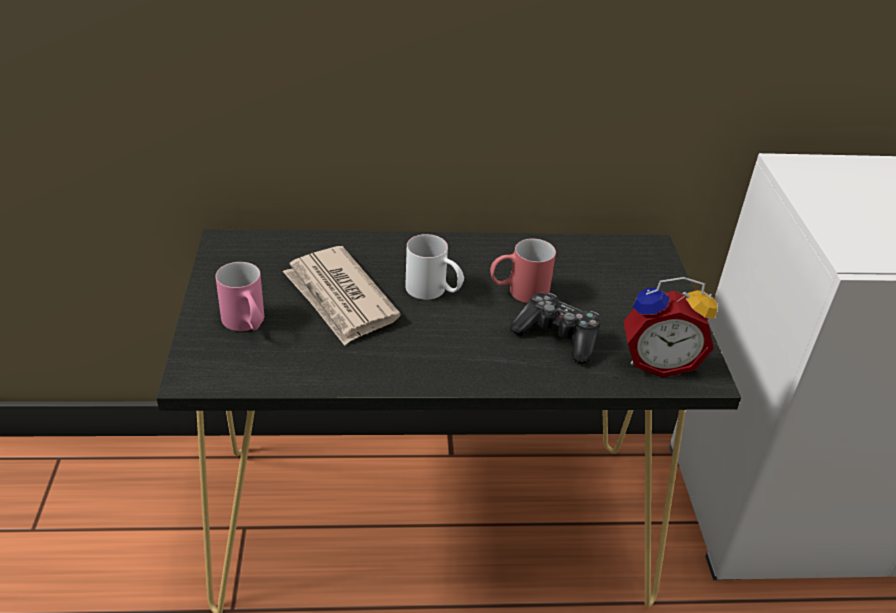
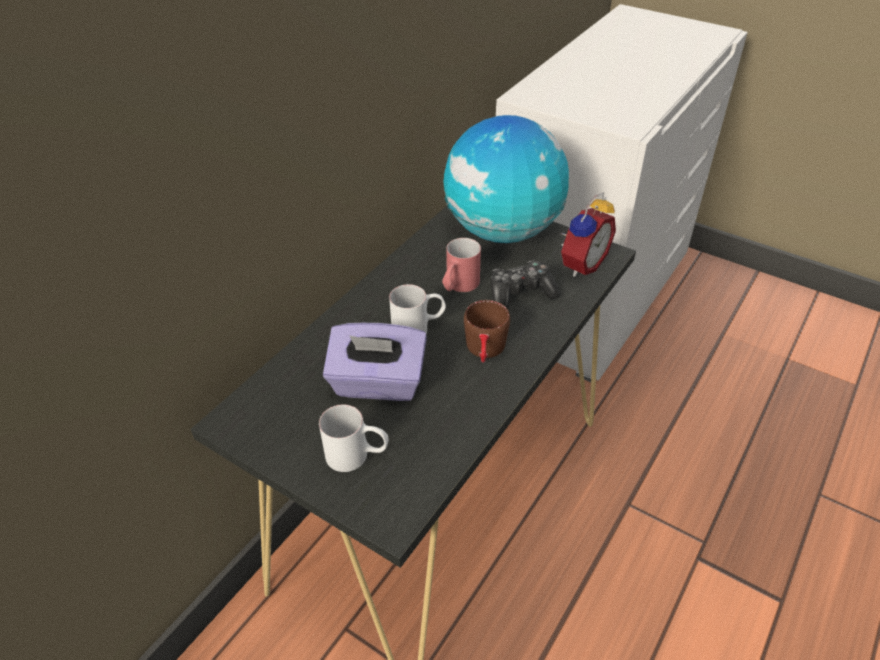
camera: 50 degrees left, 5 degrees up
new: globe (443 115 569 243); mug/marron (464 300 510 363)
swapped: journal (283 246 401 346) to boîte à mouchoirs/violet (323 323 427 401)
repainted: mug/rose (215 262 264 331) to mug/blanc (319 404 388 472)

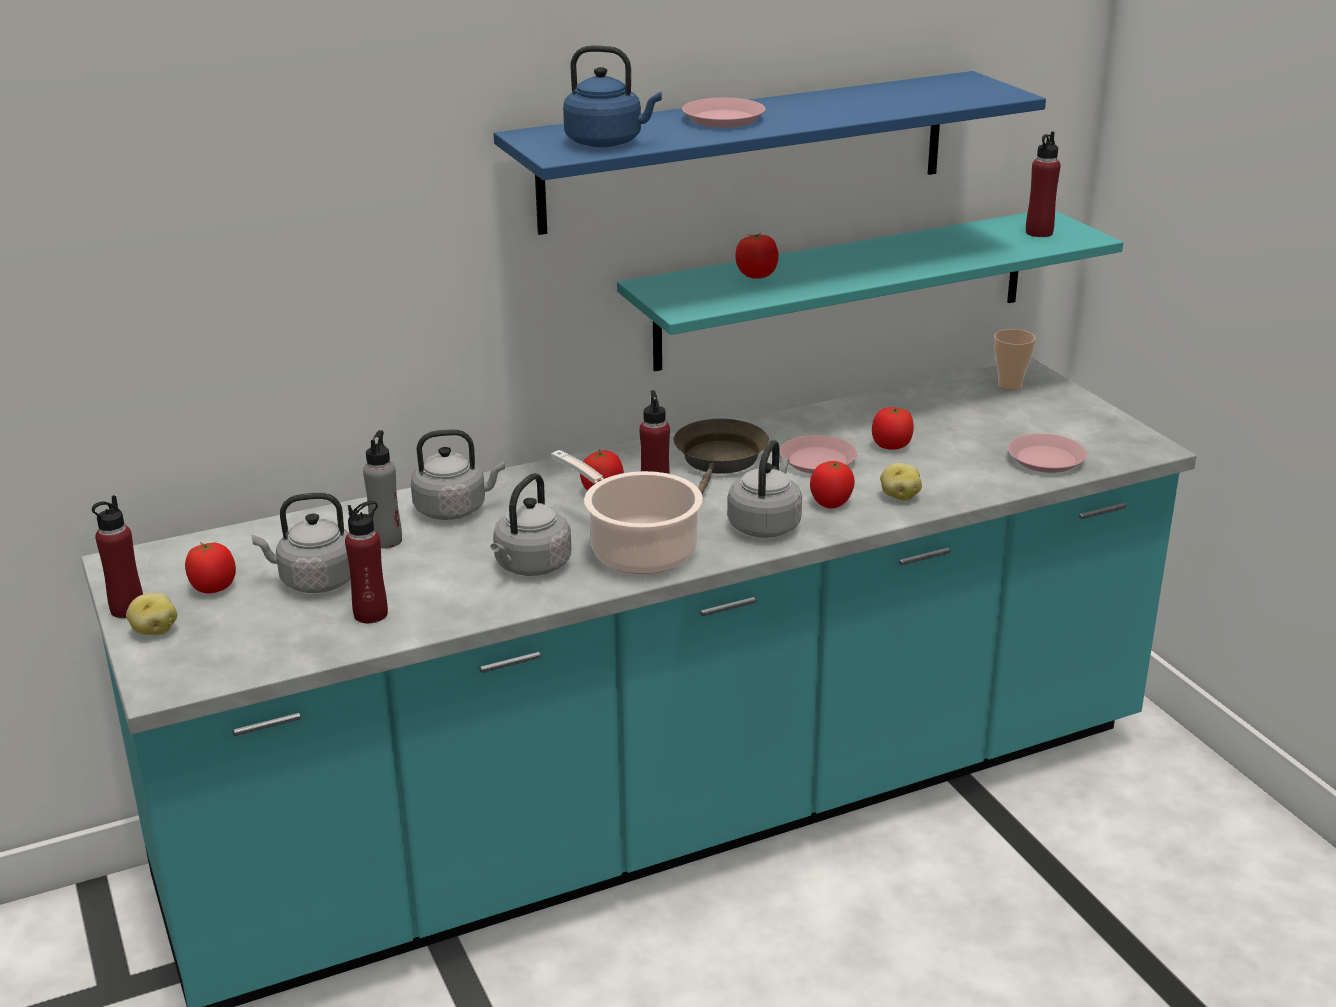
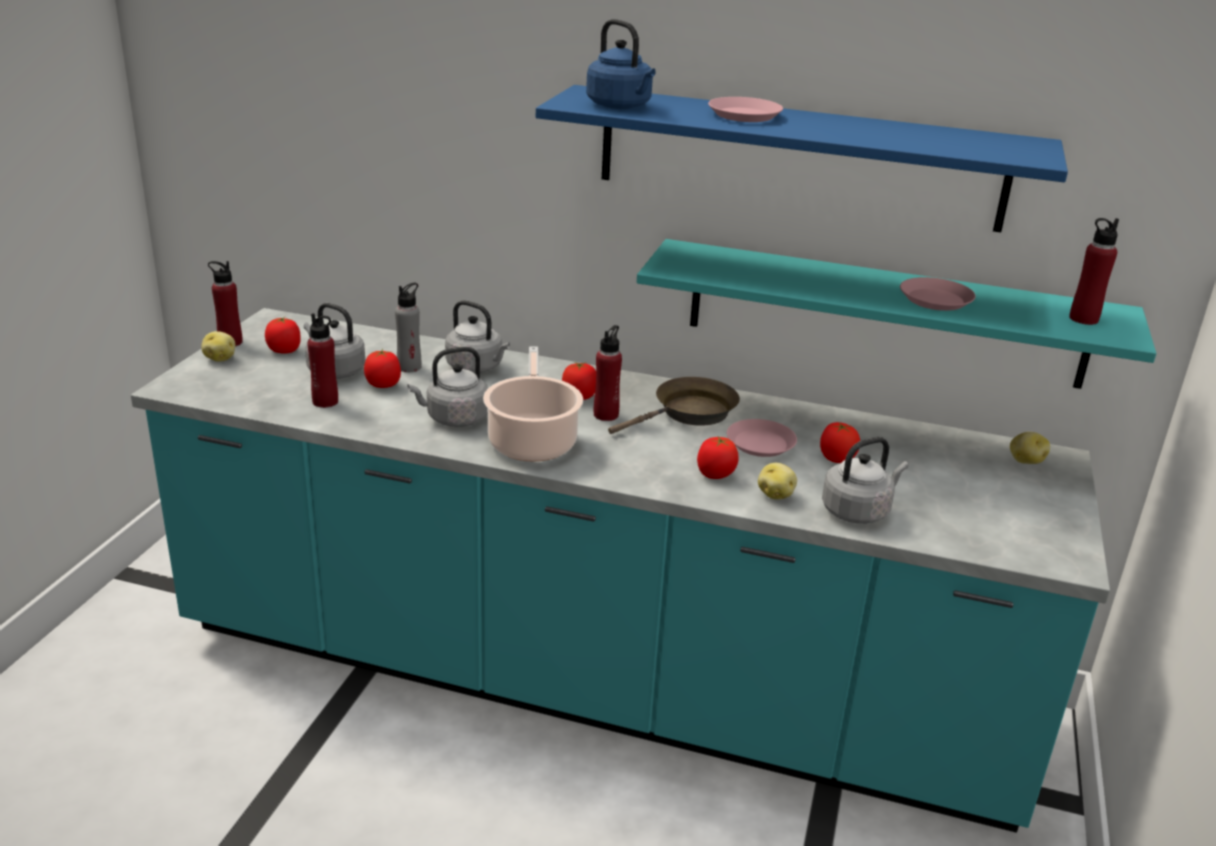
camera: 40 degrees right, 0 degrees up
shifted: tomate (736 233 779 279) to (364 349 401 388); bouilloire/gris (727 440 802 538) to (822 437 909 524); assiette/rose (1008 434 1087 473) to (900 277 976 311)
swapped: tasse (994 329 1036 390) to pomme de terre (1010 432 1050 464)

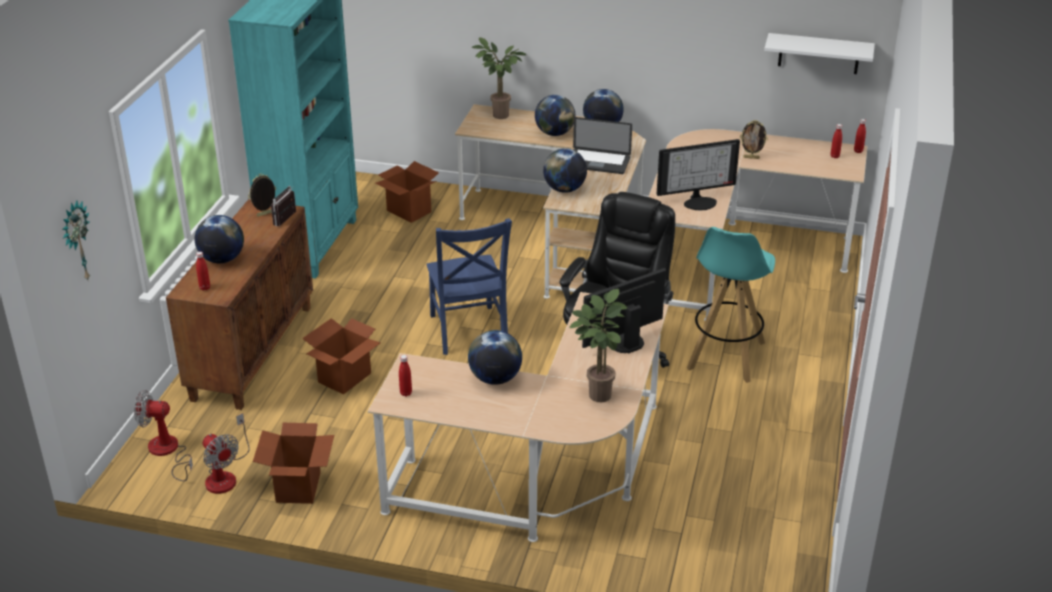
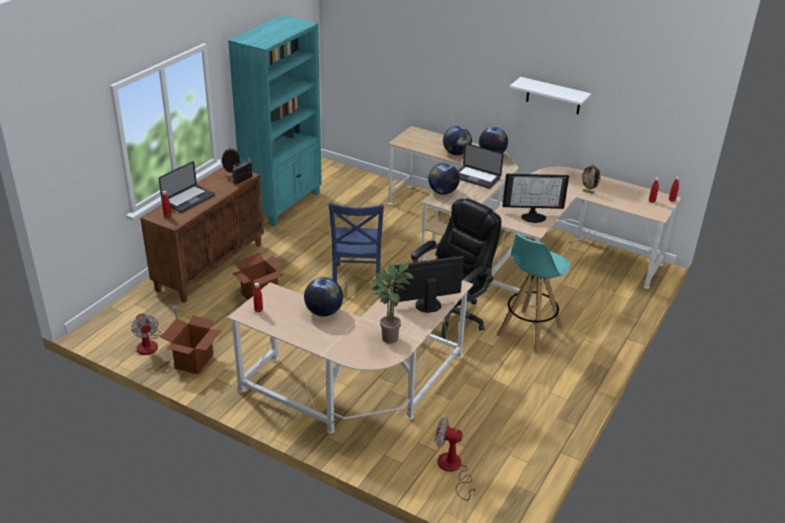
camera: 15 degrees right, 0 degrees up
gone: horloge murale (62 201 90 280); carton (375 161 439 223); plante en pot (471 37 526 119)
shifted: ventilateur (134 390 193 481) to (435 417 477 501); étagère/blanc (764 33 875 74) to (510 77 591 114)
swapped: globe (195 215 244 263) to ordinateur portable (159 161 215 213)

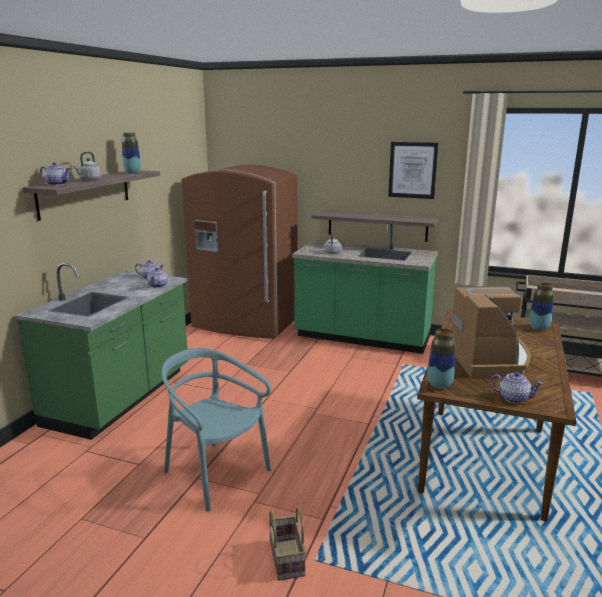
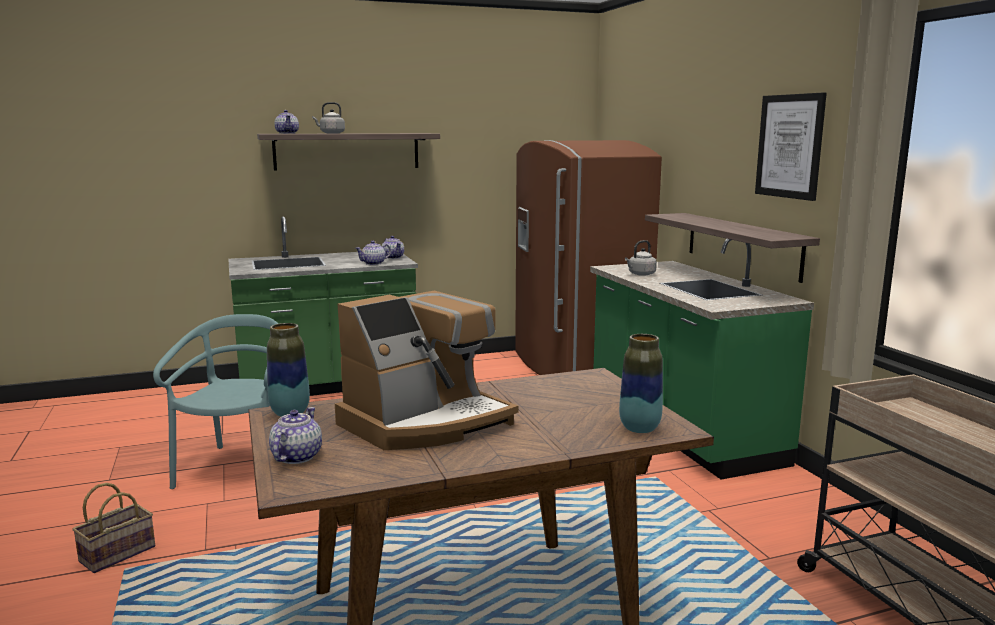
camera: 50 degrees right, 5 degrees down
gone: vase (122 132 141 173)
rotated: théière (489 372 543 403) = (269 407 322 464) 150 degrees counterclockwise

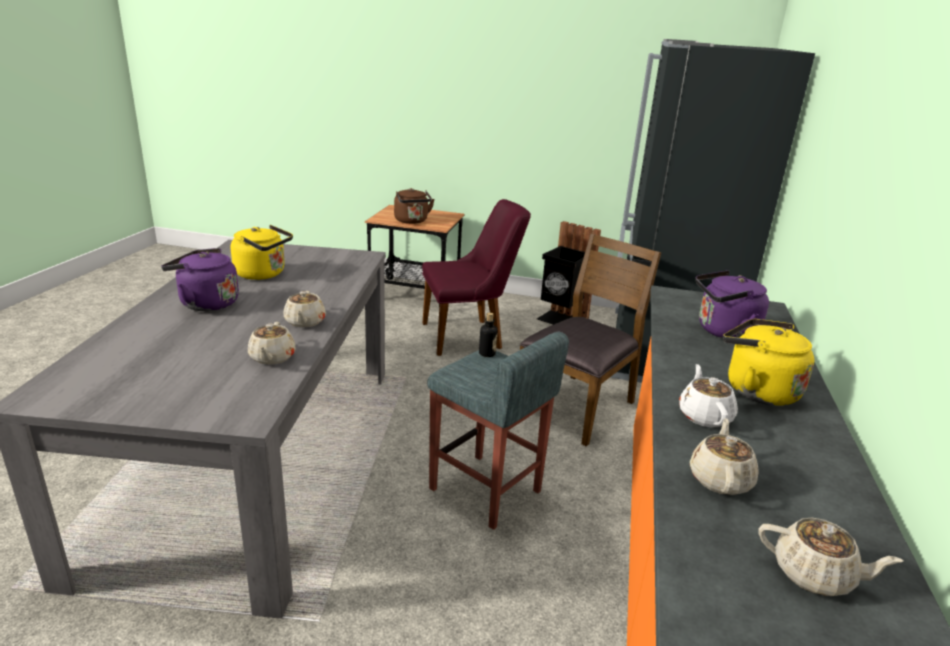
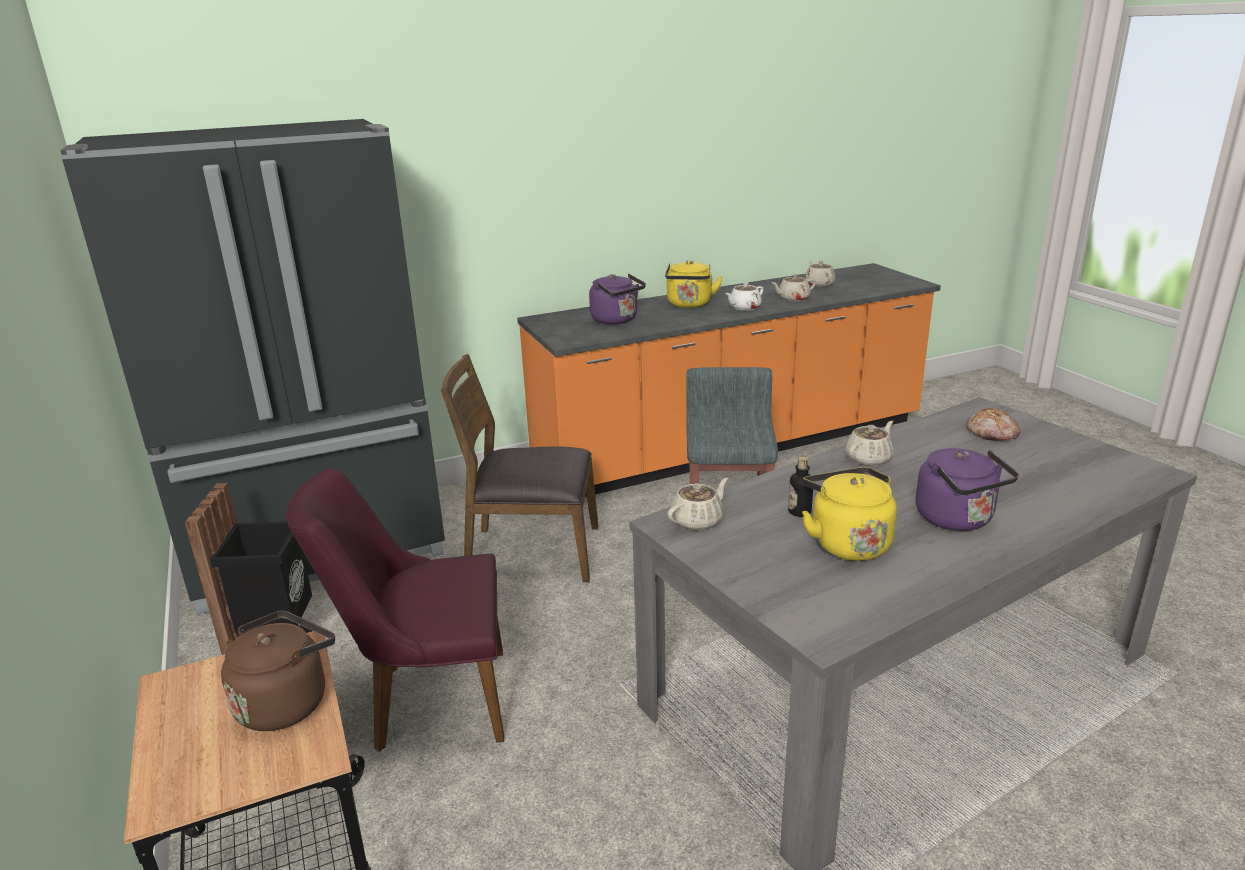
camera: 125 degrees left, 0 degrees up
new: pain (966 407 1020 441)
shifted: théière/beige (248 322 296 365) to (667 478 728 530); bouteille (479 312 498 357) to (788 457 813 517)
rotated: chaise/violet (422 199 531 356) = (286 468 504 752) 45 degrees counterclockwise

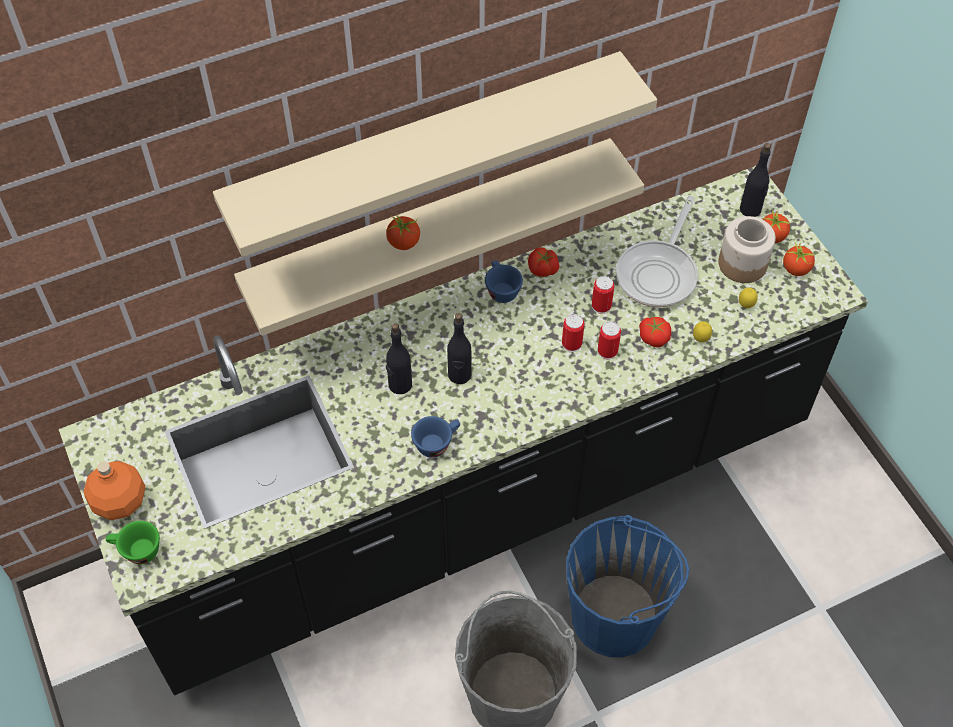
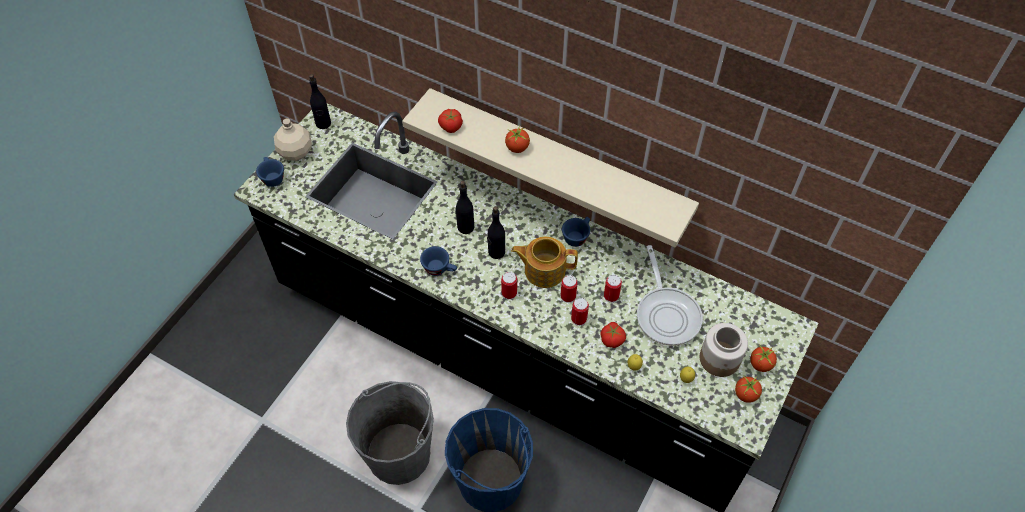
camera: 55 degrees right, 0 degrees up
gone: étagère/beige (213 51 657 257)
new: boîte métallique (501 272 517 300); théière (511 237 578 288)
shifted: bouteille/noir (740 143 771 217) to (309 74 331 129); tomate (528 248 560 277) to (438 109 463 133)
repainted: tasse/vert (106 521 160 564) to tasse/bleu (256 157 284 187); bouteille/orange (84 461 145 520) to bouteille/beige (274 118 312 161)
rotated: poêle (616 196 698 308) = (637 245 703 346) 90 degrees counterclockwise

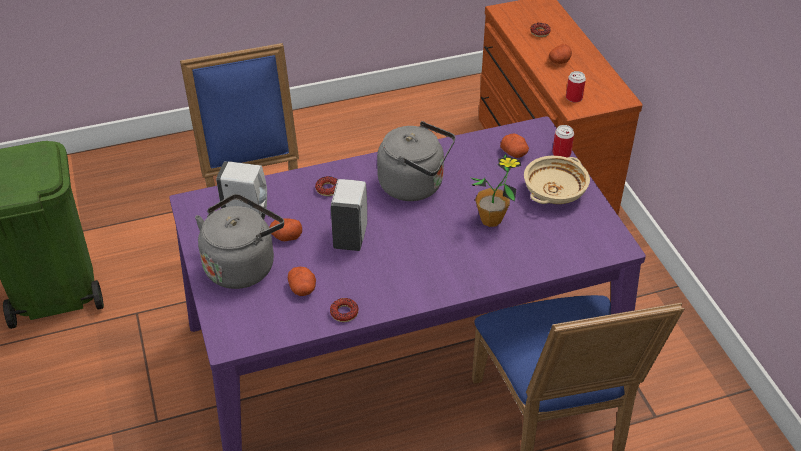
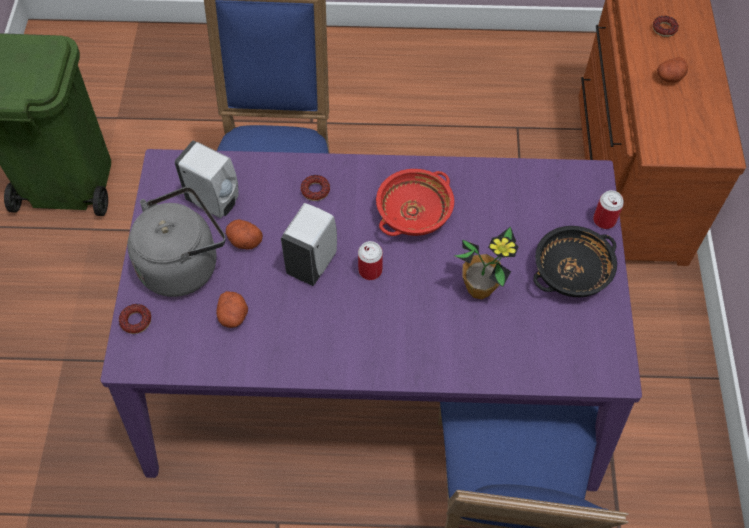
camera: 20 degrees right, 15 degrees up
gone: pomme de terre (500 134 529 158)
shifted: beignet (330 298 359 322) to (119 304 151 334); boîte métallique (566 71 586 102) to (358 241 383 280)
swapped: bouilloire/gris (377 121 455 201) to bol/rouge (376 169 454 236)
repainted: bol/beige (524 156 590 204) to bol/noir (533 226 617 297)

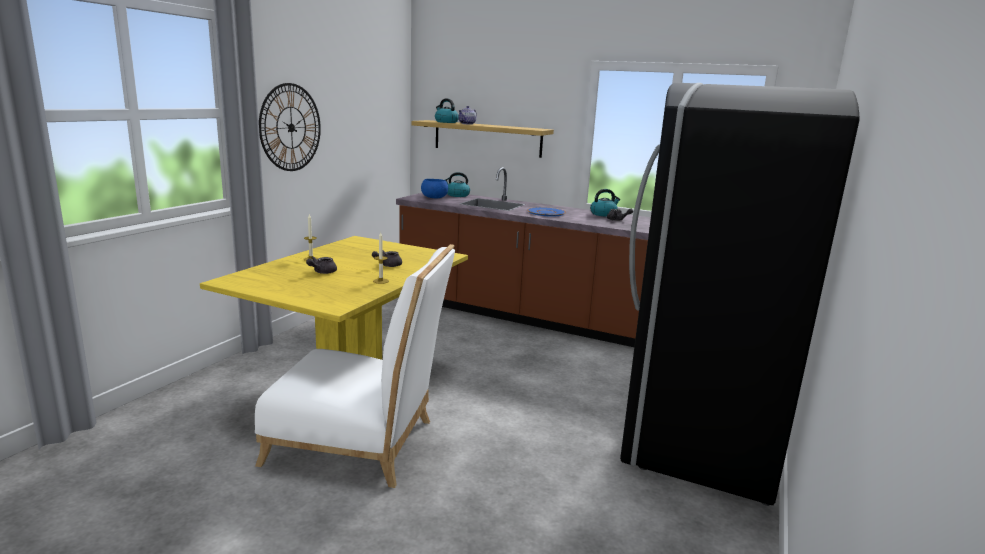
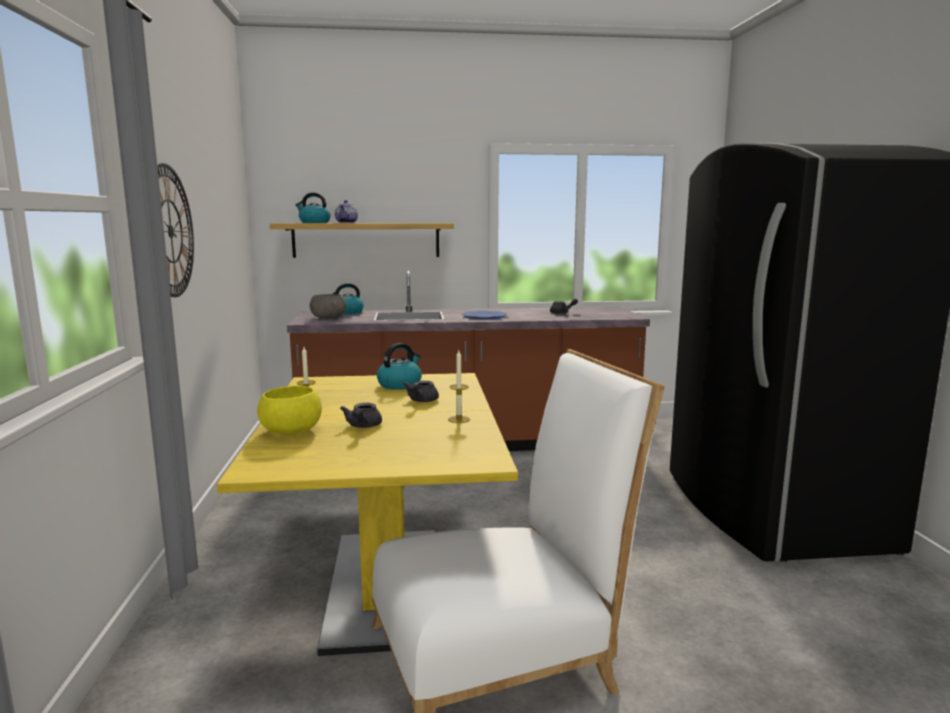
camera: 30 degrees left, 5 degrees down
new: bol/jaune (257 386 322 434)
shifted: bouilloire (590 189 620 217) to (377 343 422 390)
repainted: bol/bleu (421 179 448 198) to bol/gris (310 294 346 319)

